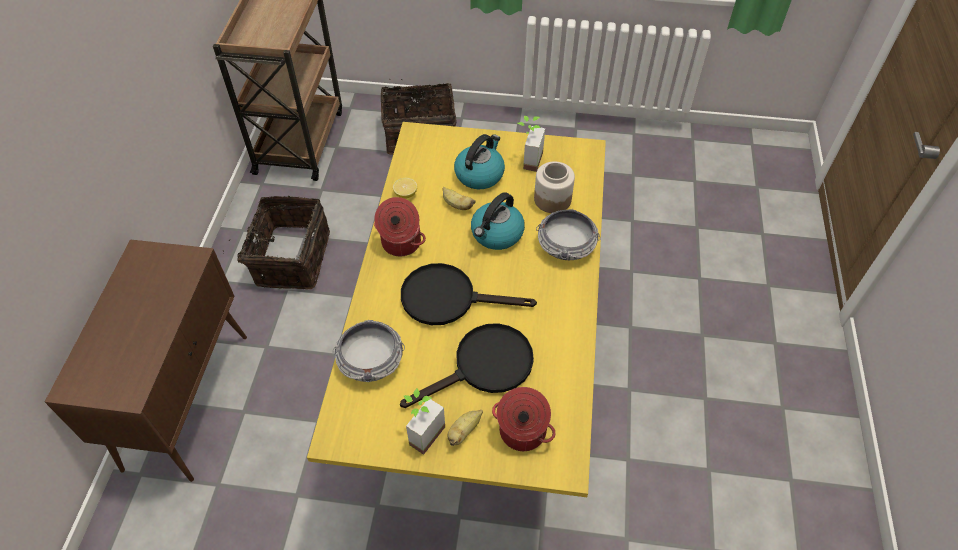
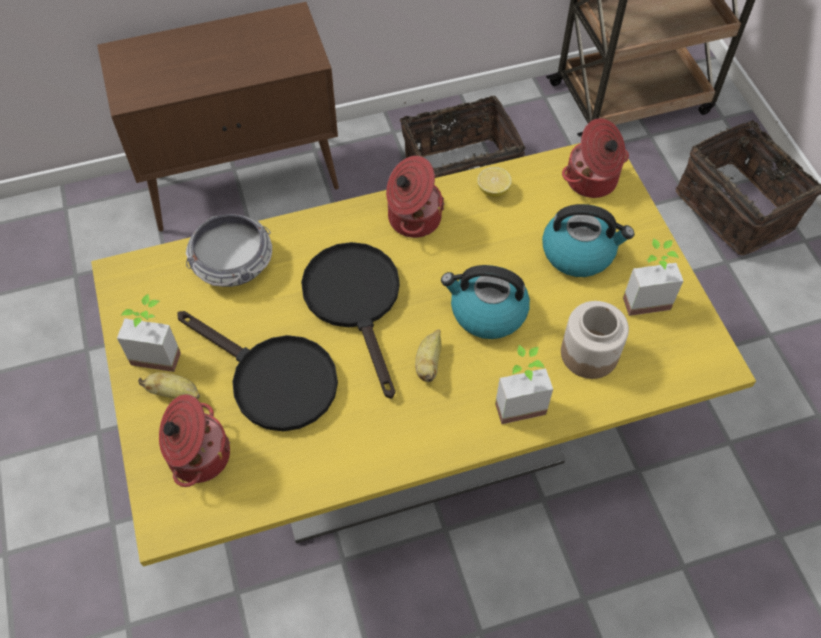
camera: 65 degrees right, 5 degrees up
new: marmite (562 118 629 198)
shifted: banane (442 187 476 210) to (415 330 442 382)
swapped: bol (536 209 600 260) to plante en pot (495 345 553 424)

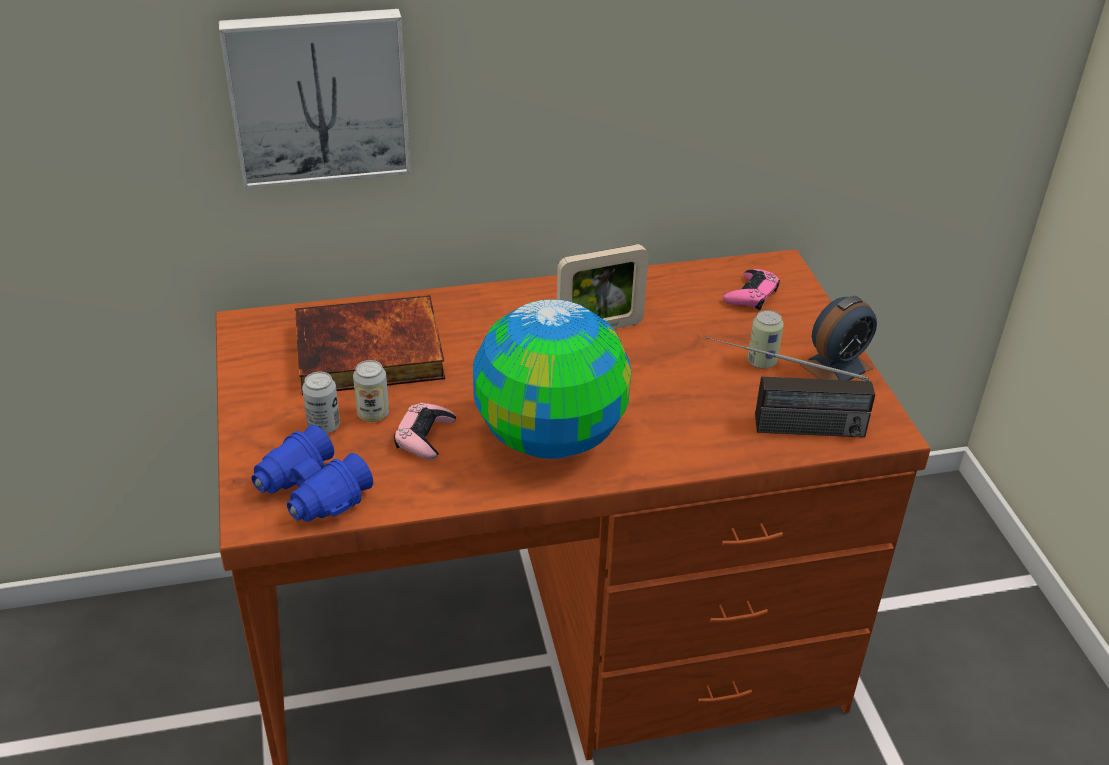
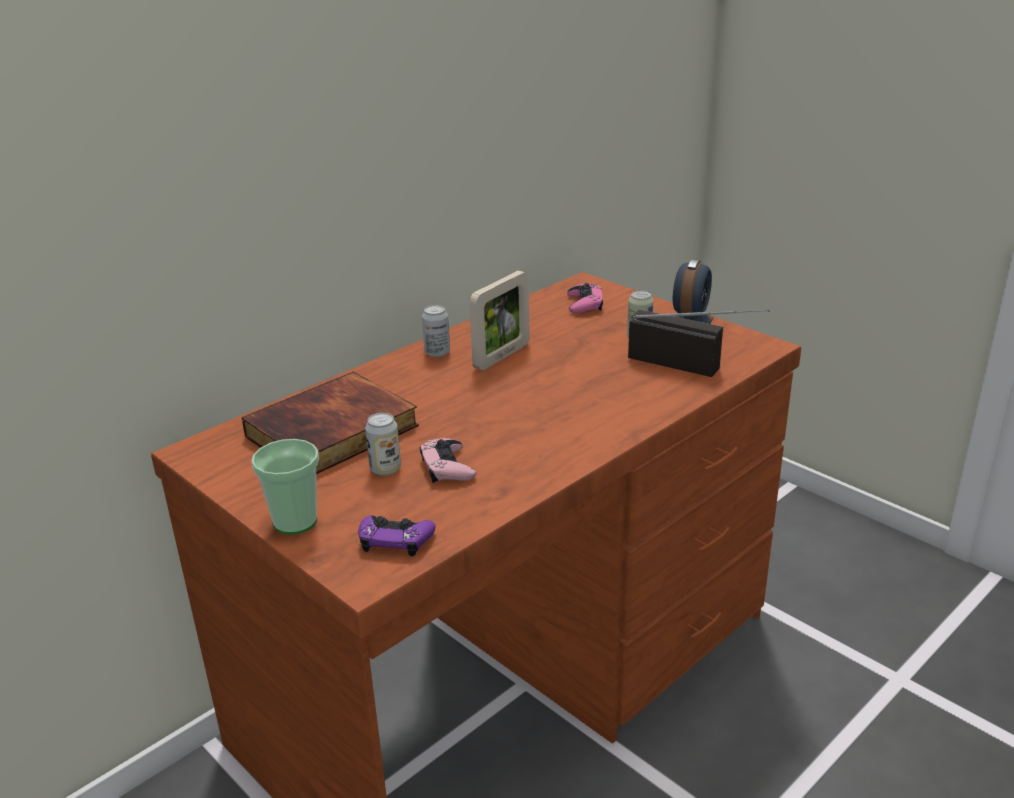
camera: 30 degrees left, 10 degrees down
gone: tableau (219 9 411 189); globe (473 299 631 459)
new: tasse (251 439 319 534)
shifted: boîte métallique (302 372 340 434) to (422 305 450 357)
swapped: jumelles/bleu (251 425 373 522) to manette/violet (358 515 435 556)
rotated: radio (706 337 875 437) = (628 309 770 377) 120 degrees counterclockwise

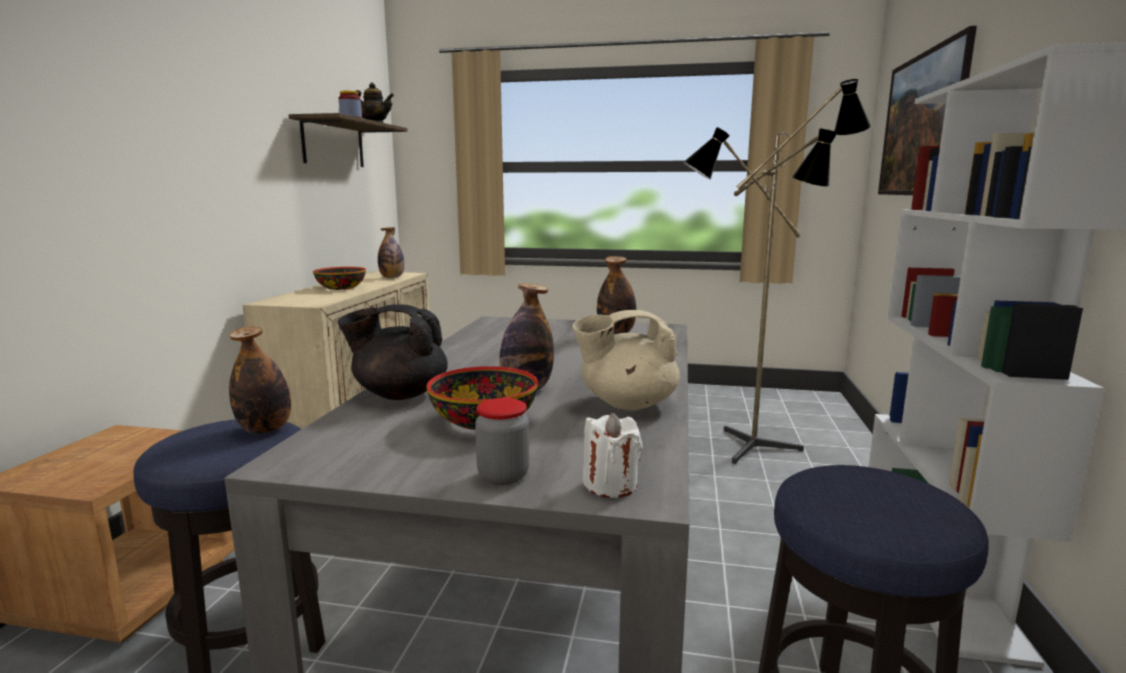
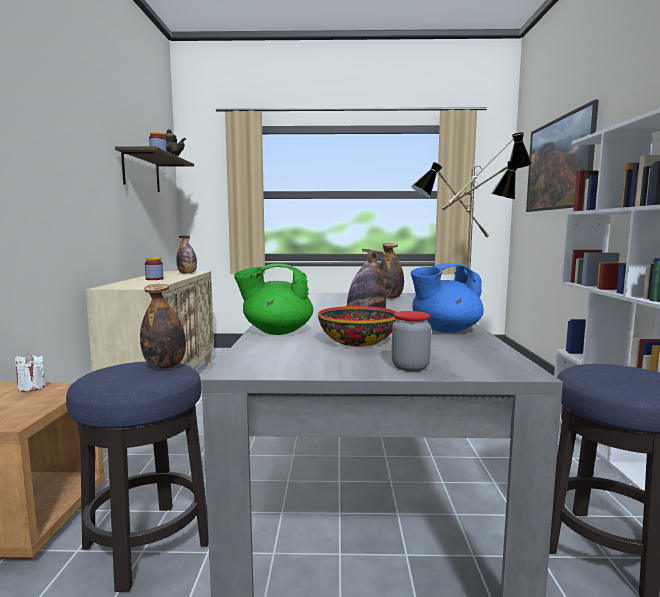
camera: 10 degrees left, 5 degrees down
shifted: bougie/blanc (583 413 643 498) to (15 353 46 392)
swapped: bol (313 267 366 290) to bocal (145 257 164 280)
repainted: théière/noir (337 304 448 400) to théière/vert (234 264 313 335); théière/beige (573 310 680 410) to théière/bleu (411 263 484 333)

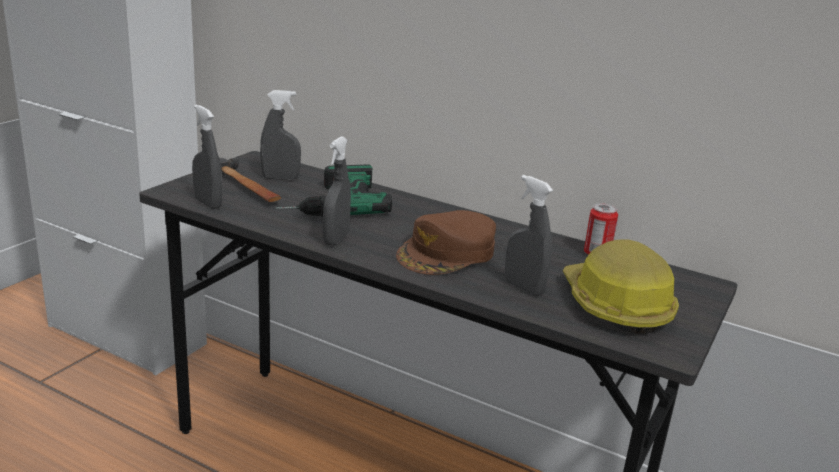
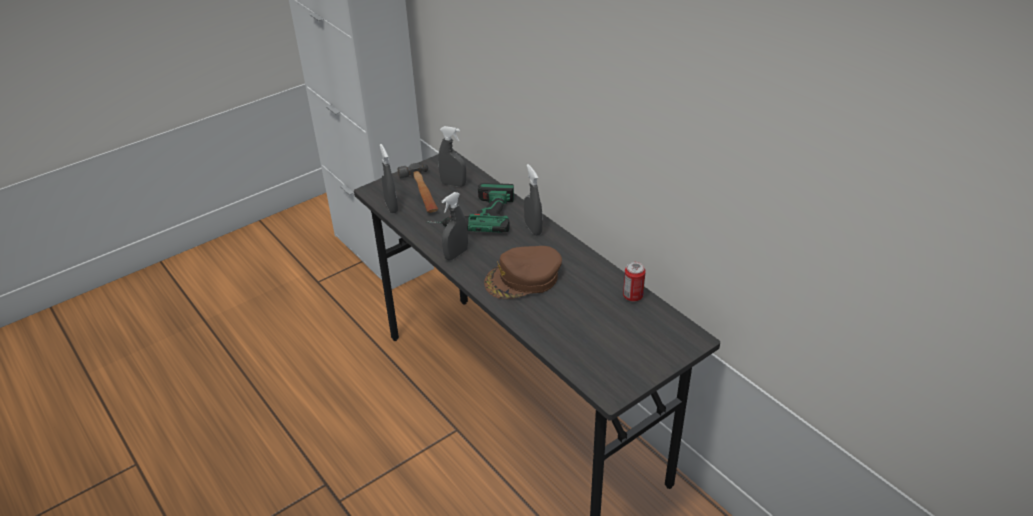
camera: 25 degrees right, 15 degrees up
gone: casque de chantier (563 239 679 334)
shifted: vaporisateur/gris (505 175 553 296) to (524 164 542 236)

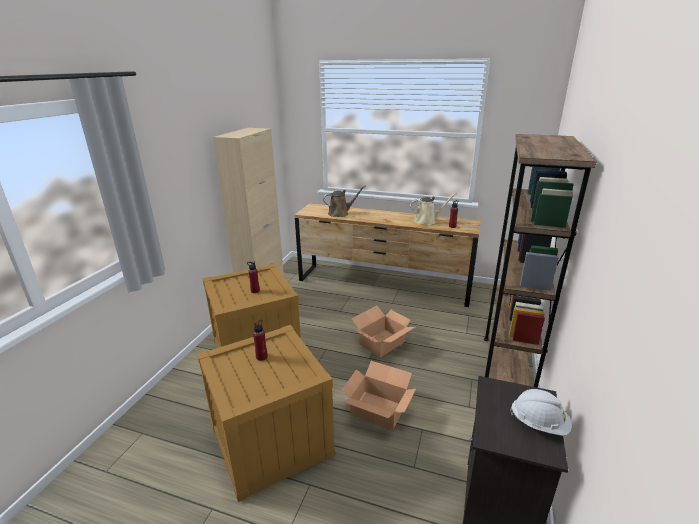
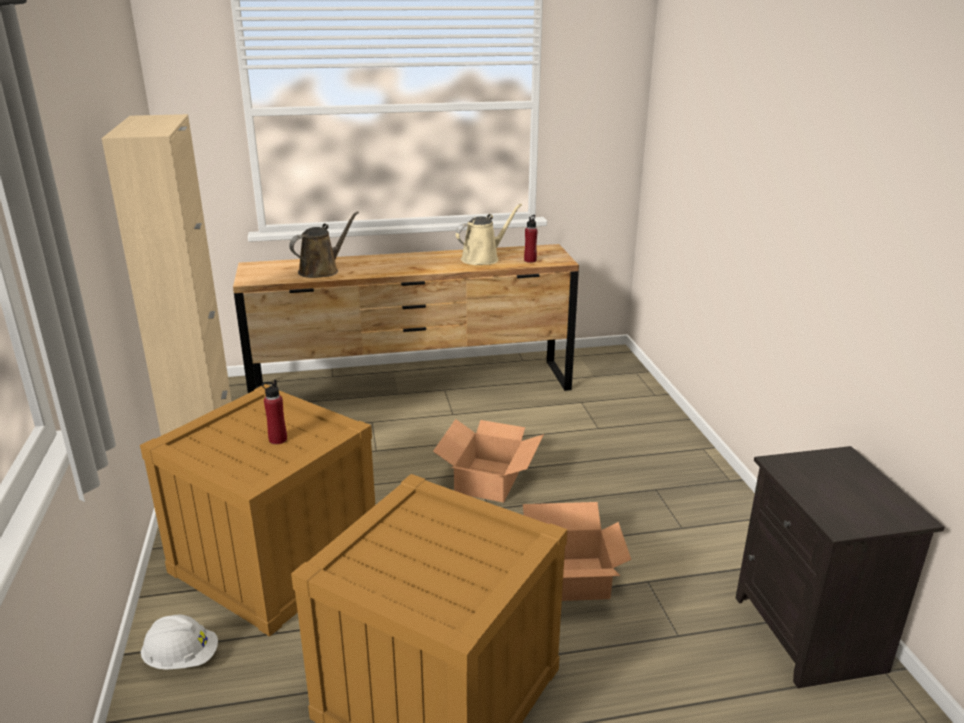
camera: 30 degrees left, 0 degrees up
gone: bouteille/rouge (253 320 268 361); bibliothèque/marron (484 134 596 388)
shifted: casque de chantier/blanc (510 389 572 436) to (141 615 218 670)

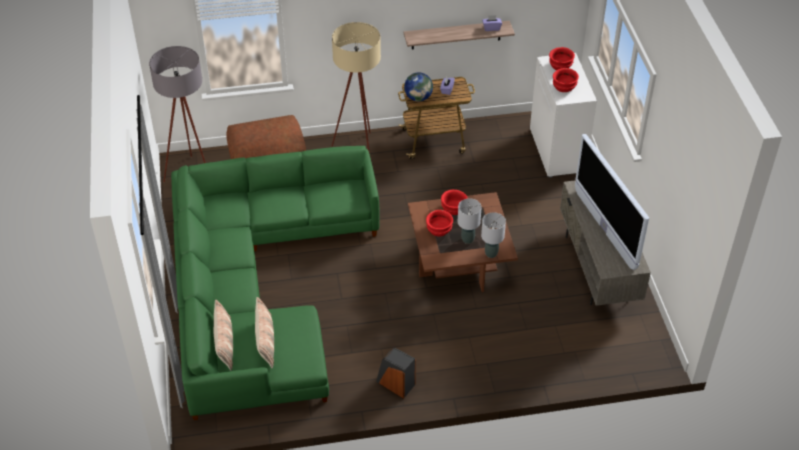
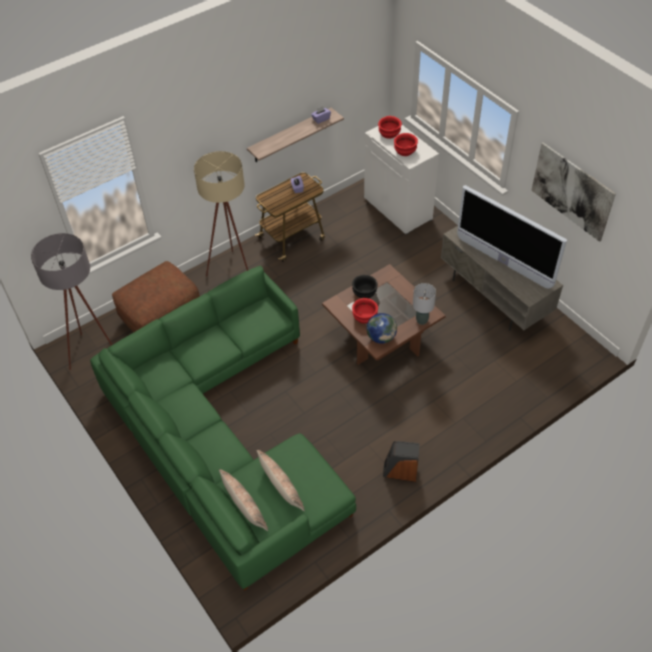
camera: 25 degrees left, 5 degrees up
gone: lampe de table/gris (458 198 482 244)
new: tableau (531 142 616 242)
shifted: globe (404 72 433 101) to (367 313 397 344)
repainted: bol/rouge (441 190 468 215) to bol/noir (352 275 378 298)

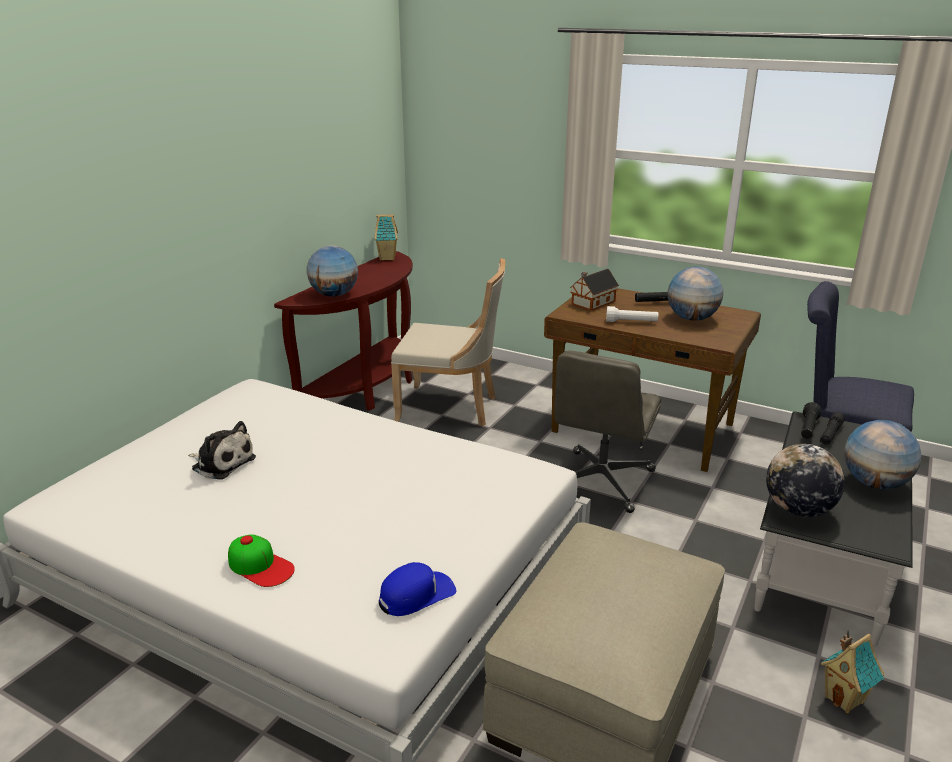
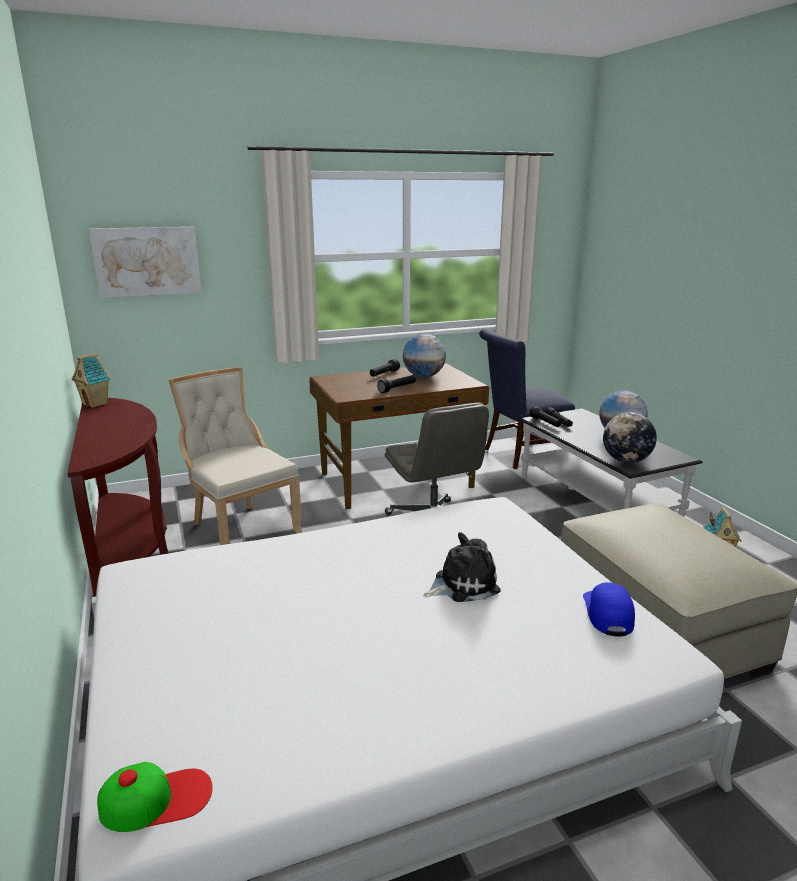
camera: 50 degrees left, 5 degrees down
gone: globe (307 245 358 297); maison miniature (570 269 619 311)
new: tableau (89 227 202 298)
shifted: casquette (228 535 295 587) to (97 762 213 832); peluche (188 421 256 480) to (423 532 500 602)
repainted: lampe de poche/blanc (606 306 658 322) to lampe de poche/noir (377 375 416 393)
rotated: chaise/beige (391 258 505 426) = (168 367 303 545) 90 degrees counterclockwise

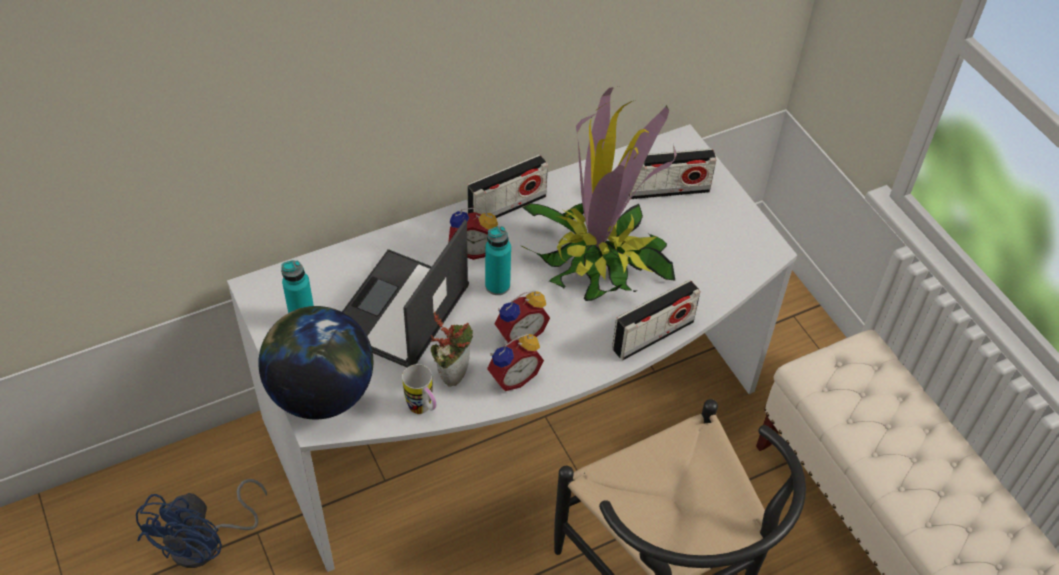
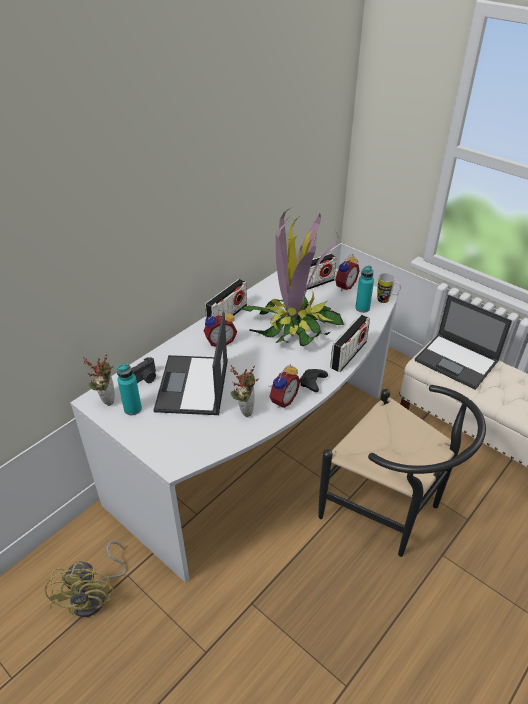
camera: 20 degrees left, 10 degrees down
gone: globe (258 306 373 419)
new: plante en pot (83 354 115 406); appareil photo (132 357 156 383); manette/noir (300 369 328 392); ordinateur portable (415 295 512 390)
shifted: réveil (495 291 550 344) to (335 254 359 291); bouteille/turquoise (485 226 511 295) to (355 265 374 313); mug (402 364 436 414) to (377 273 401 303)
repainted: ventilateur/bleu (136 479 267 568) to ventilateur/jaune (45 541 126 617)

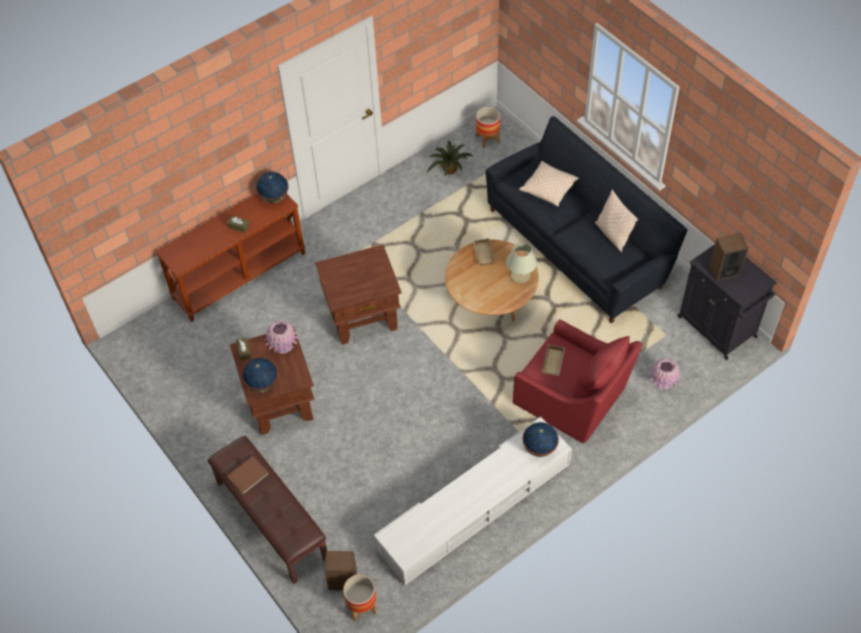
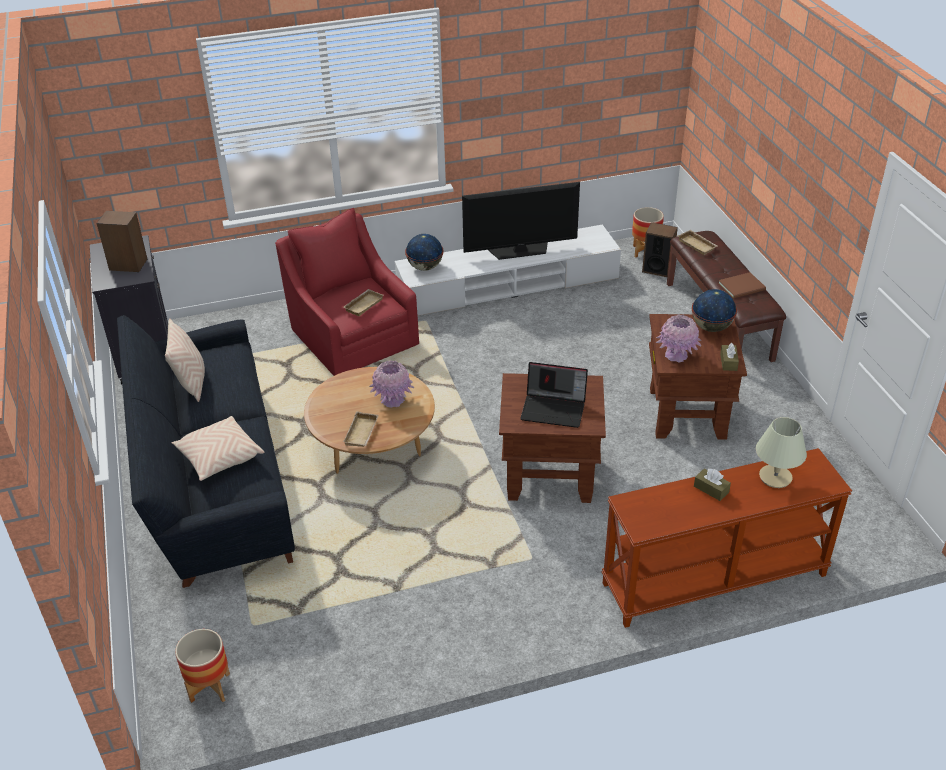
camera: 160 degrees left, 15 degrees down
gone: globe (256 172 289 203); plante en pot (427 141 473 176)
new: téléviseur (462 182 580 260); ordinateur portable (520 362 588 428); plateau/beige (678 230 717 255)
shifted: vase/rose (648 358 682 390) to (369 361 414 408); lampe de table/beige (506 243 537 283) to (756 417 807 488)

